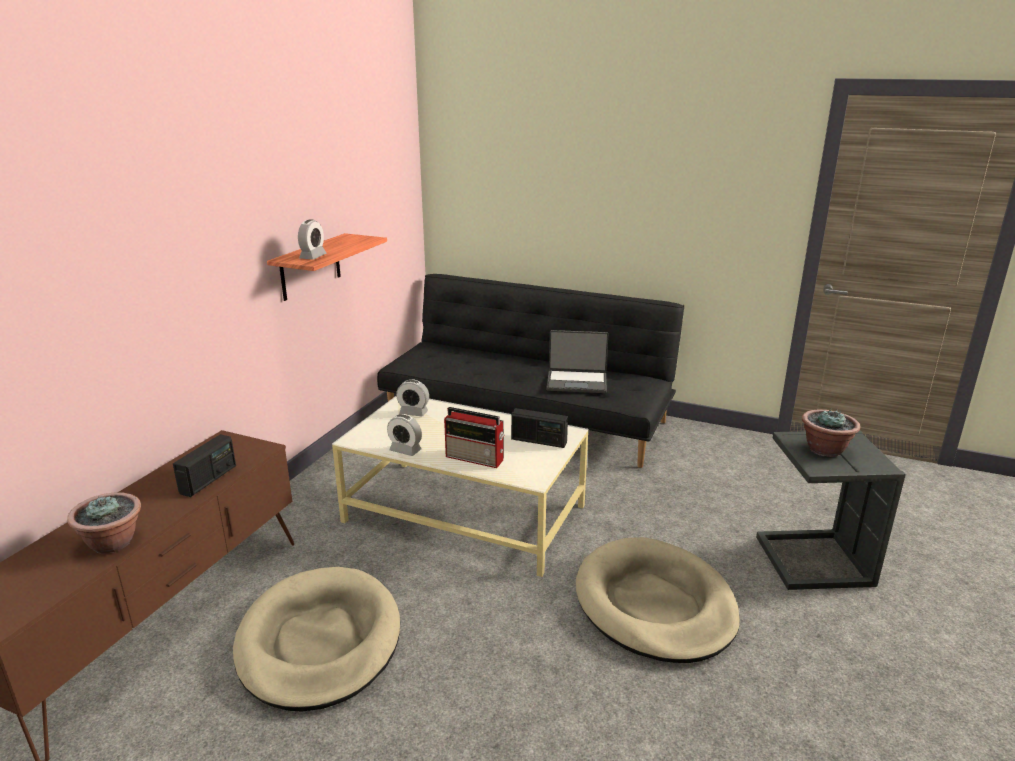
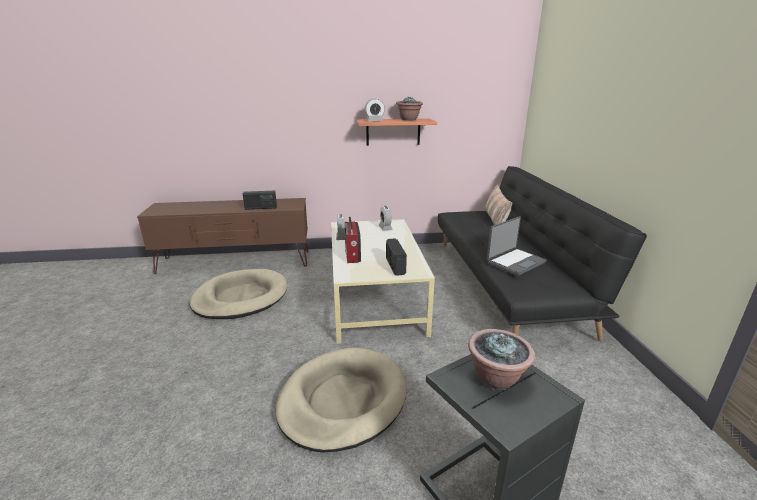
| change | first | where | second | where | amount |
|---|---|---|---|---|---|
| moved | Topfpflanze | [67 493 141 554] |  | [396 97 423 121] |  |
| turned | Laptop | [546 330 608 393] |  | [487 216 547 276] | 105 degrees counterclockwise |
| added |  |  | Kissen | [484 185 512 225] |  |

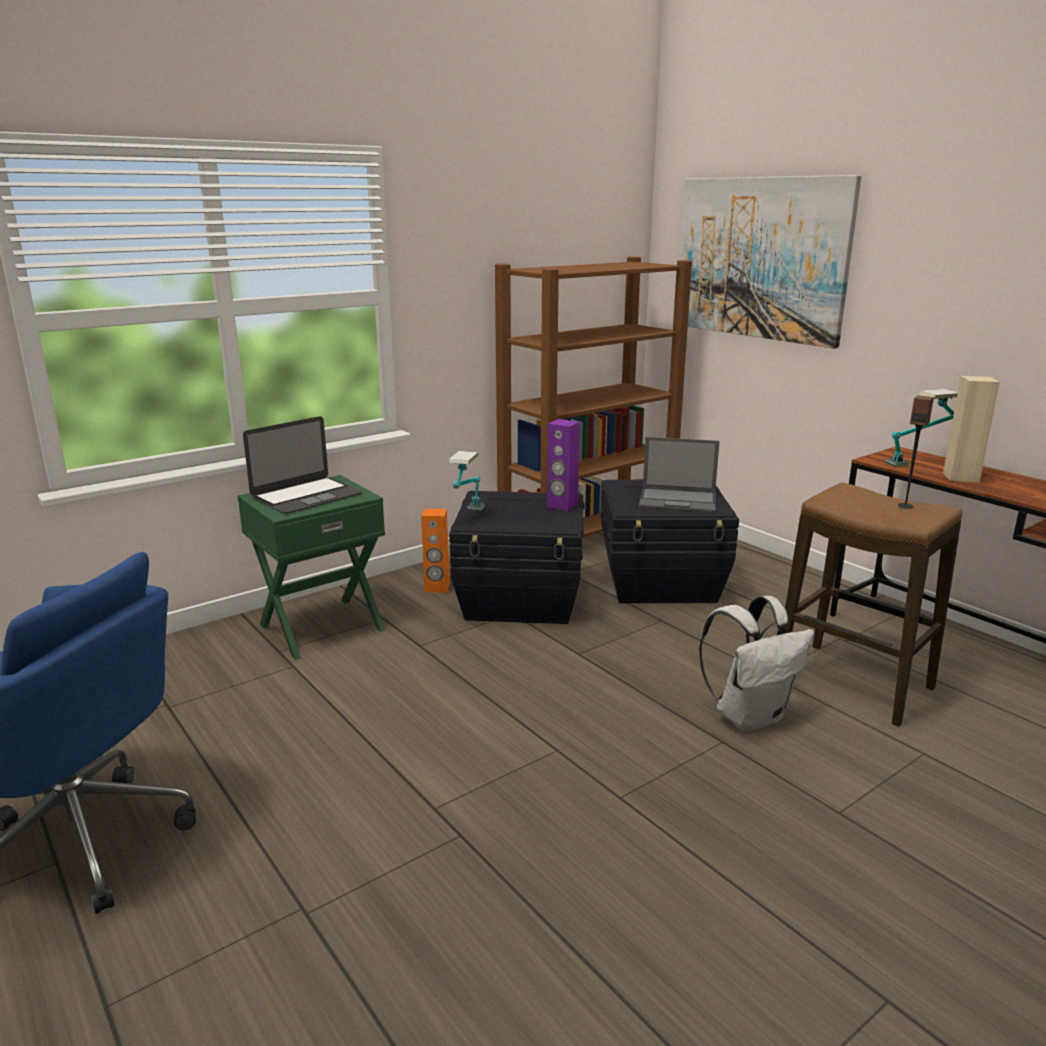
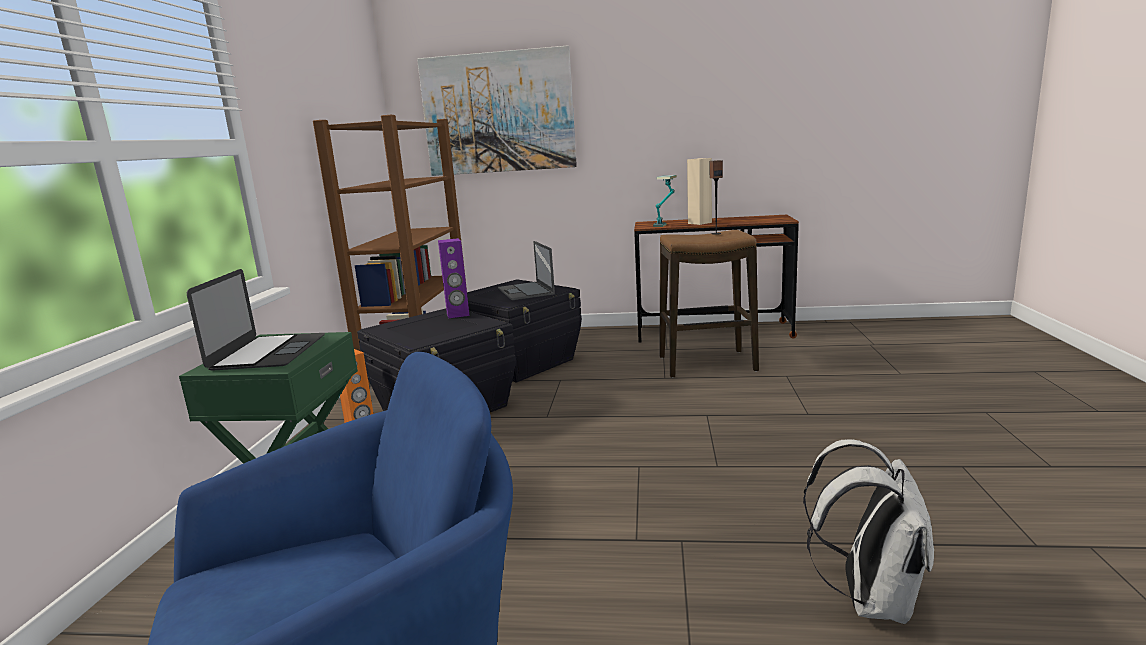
| change | first | where | second | where | amount |
|---|---|---|---|---|---|
| removed | Tischlampe | [449 451 485 511] |  |  |  |
| turned | Laptop | [639 437 720 513] |  | [498 241 555 300] | 105 degrees clockwise |
| moved | Rucksack [weiß] | [699 596 814 732] |  | [803 439 934 624] |  |

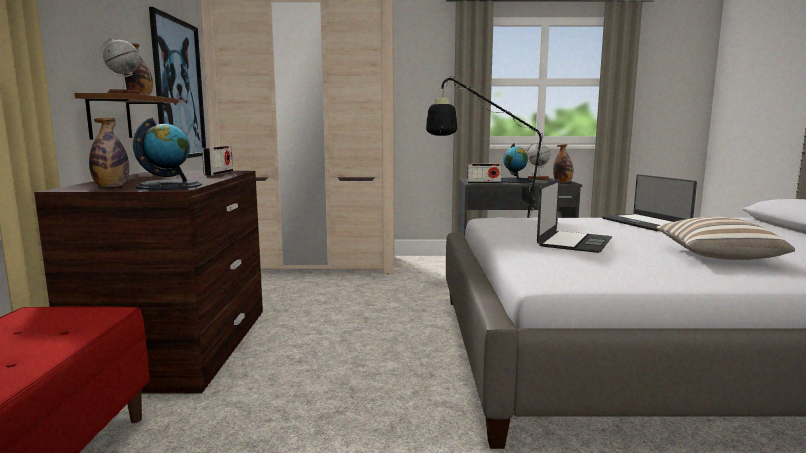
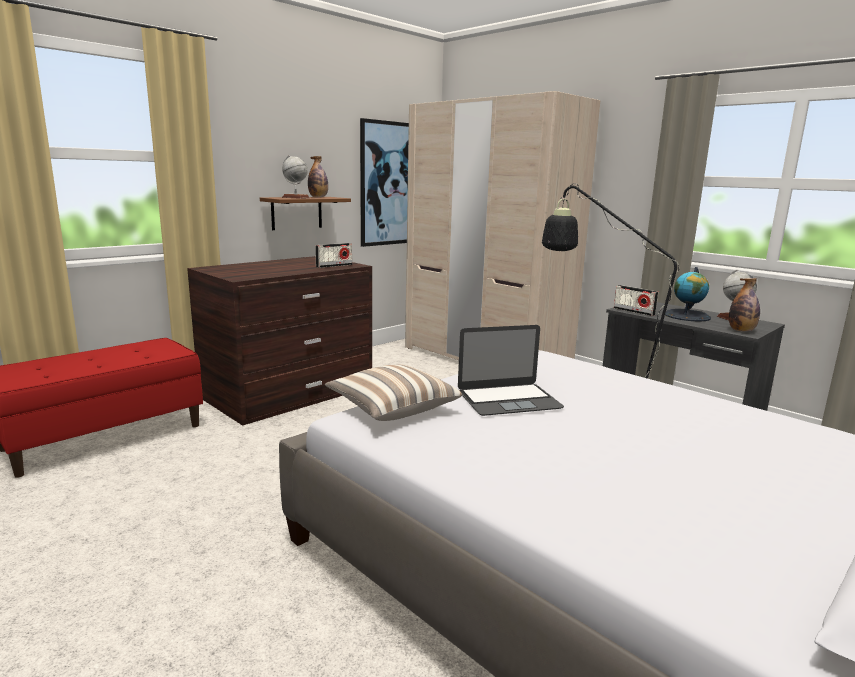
| change | first | where | second | where | amount |
|---|---|---|---|---|---|
| removed | Flasche | [89 118 129 187] |  |  |  |
| removed | Globus | [133 118 202 190] |  |  |  |
| removed | Laptop | [602 174 697 231] |  |  |  |
| moved | Kissen | [656 217 795 260] |  | [325 364 462 421] |  |

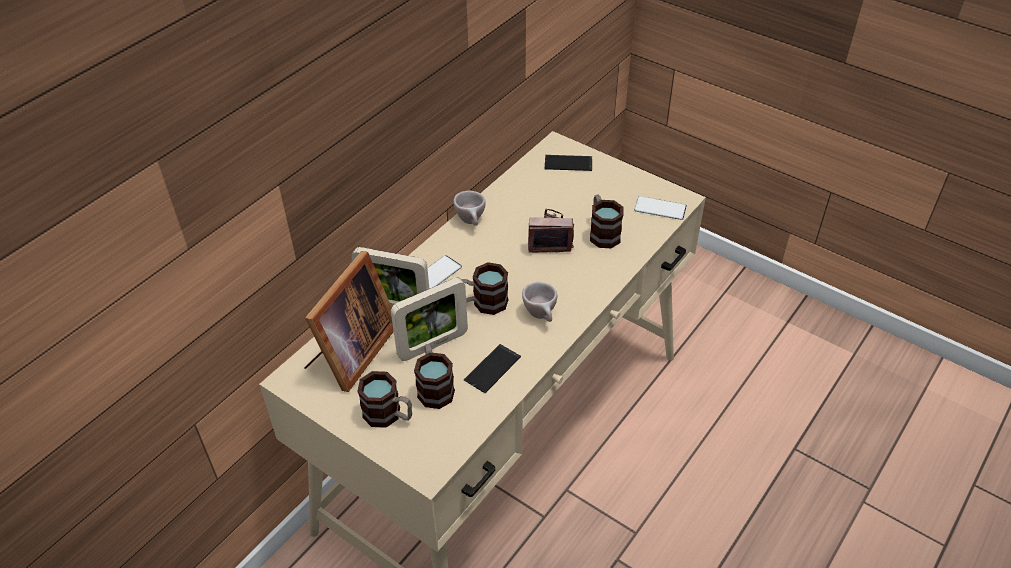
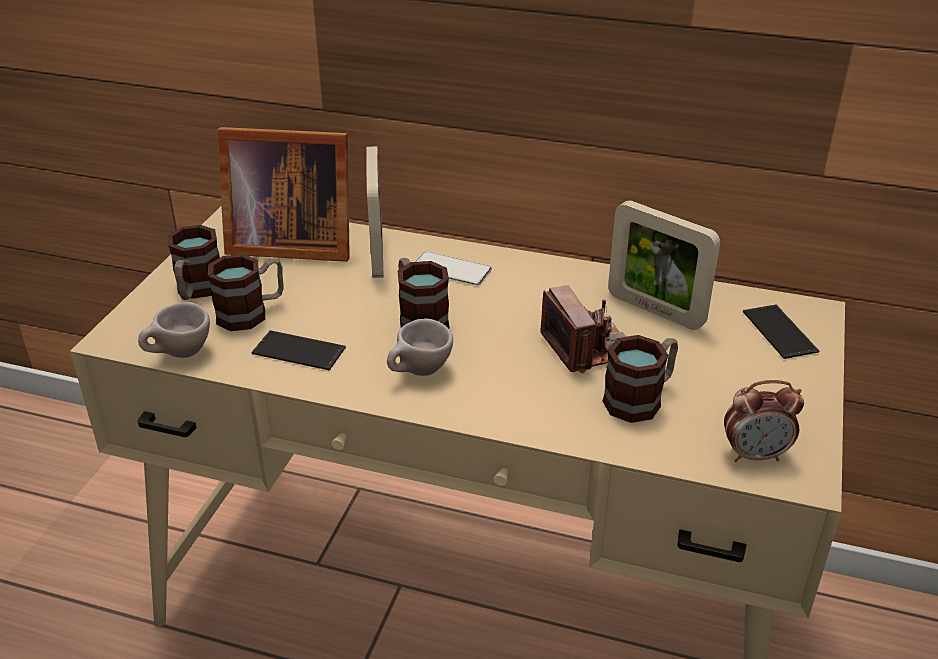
| change | first | where | second | where | amount |
|---|---|---|---|---|---|
| moved | Bilderrahmen | [391 278 468 361] |  | [608 200 720 330] |  |
| moved | Tasse [beige] | [453 191 485 226] |  | [138 302 210 358] |  |
| replaced | Handy | [634 196 687 220] | Wecker | [724 380 804 462] |  |

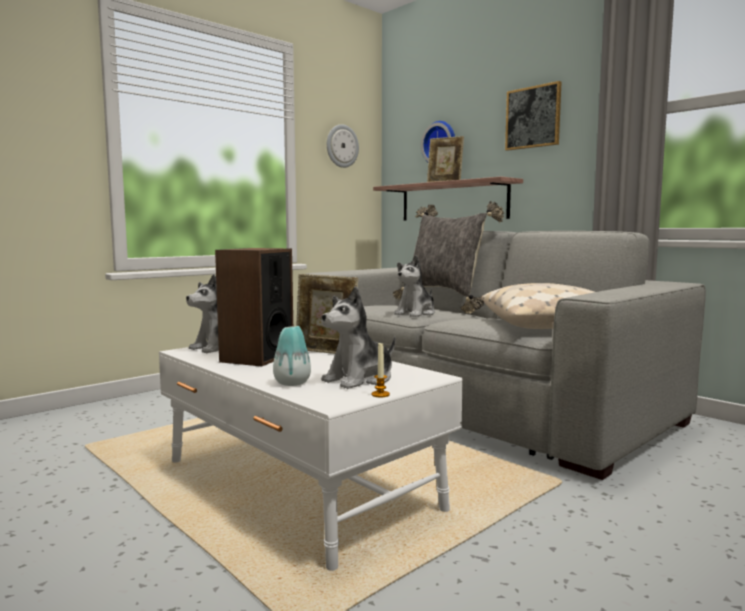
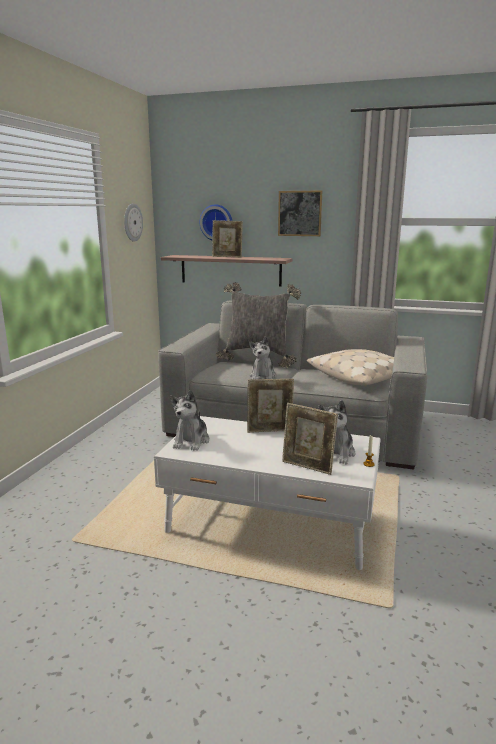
| change | first | where | second | where | amount |
|---|---|---|---|---|---|
| removed | Lautsprecher | [215 248 293 366] |  |  |  |
| replaced | Vase | [273 326 311 386] | Bilderrahmen | [282 403 338 475] |  |

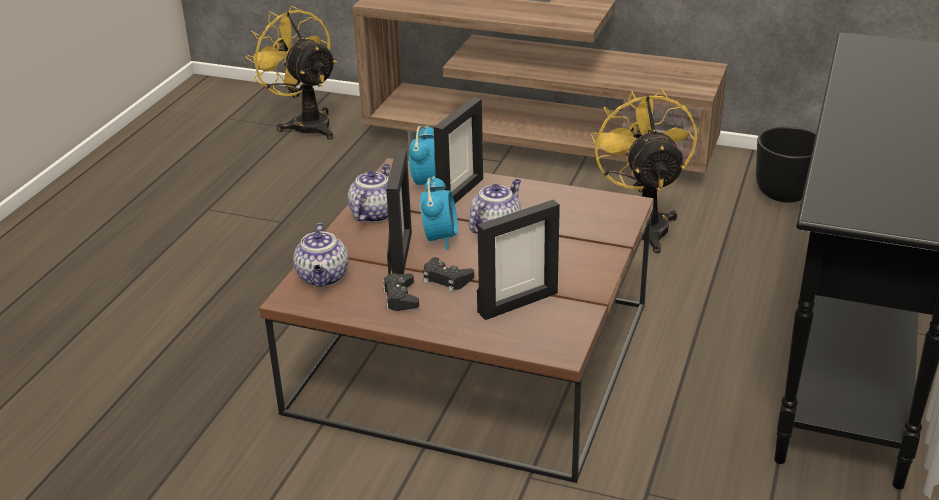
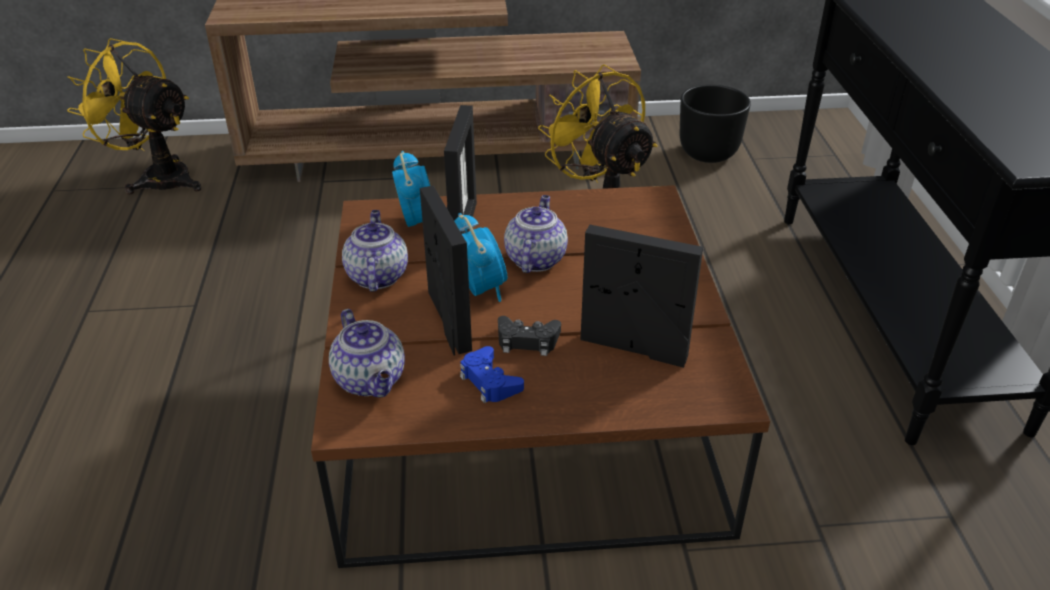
| change | first | where | second | where | amount |
|---|---|---|---|---|---|
| recoloured | Gamepad [schwarz] | [383 274 419 311] | Gamepad [blau] | [460 346 524 403] |  |
| turned | Bilderrahmen | [477 200 560 320] |  | [580 225 703 368] | 105 degrees counterclockwise |

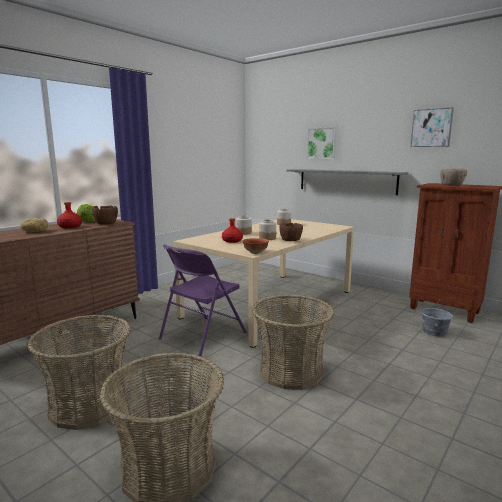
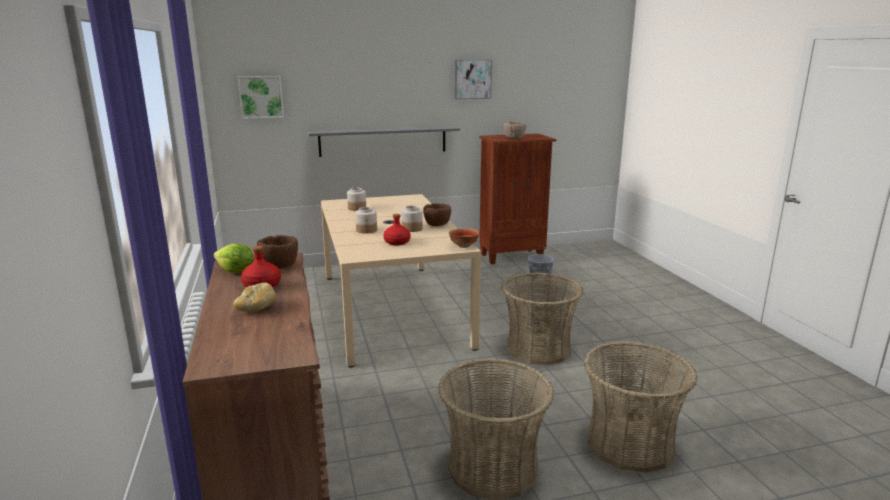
| change | first | where | second | where | amount |
|---|---|---|---|---|---|
| removed | Stuhl [lila] | [159 244 247 357] |  |  |  |
| moved | Bild | [307 127 337 159] |  | [238 76 284 119] |  |

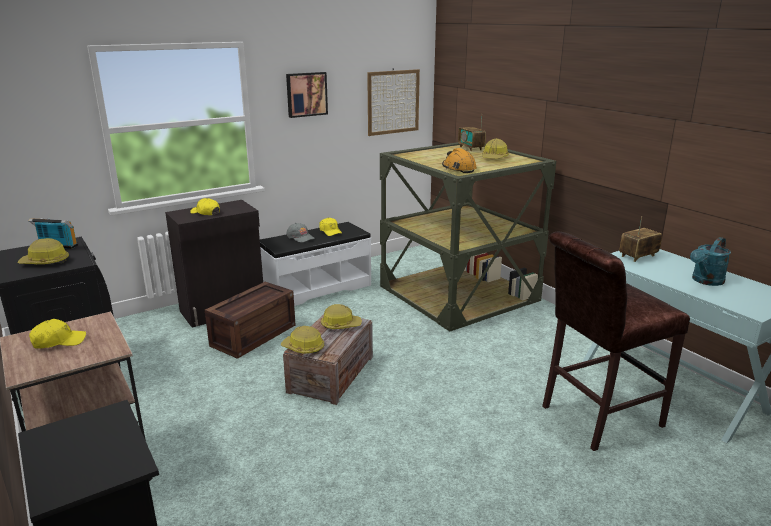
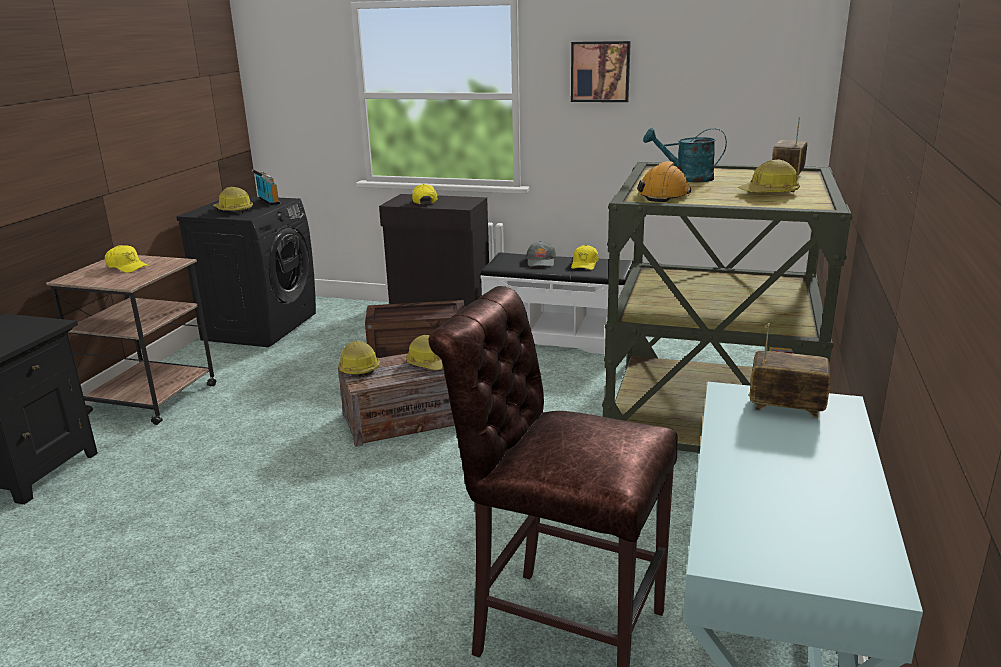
| change | first | where | second | where | amount |
|---|---|---|---|---|---|
| removed | Bild | [367 69 420 136] |  |  |  |
| moved | Gießkanne [türkis] | [690 237 731 286] |  | [643 128 727 182] |  |

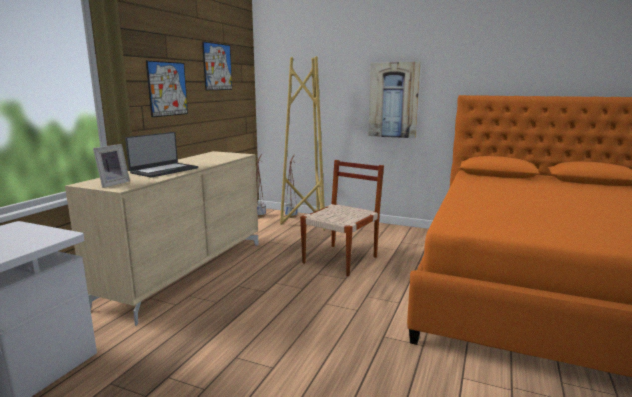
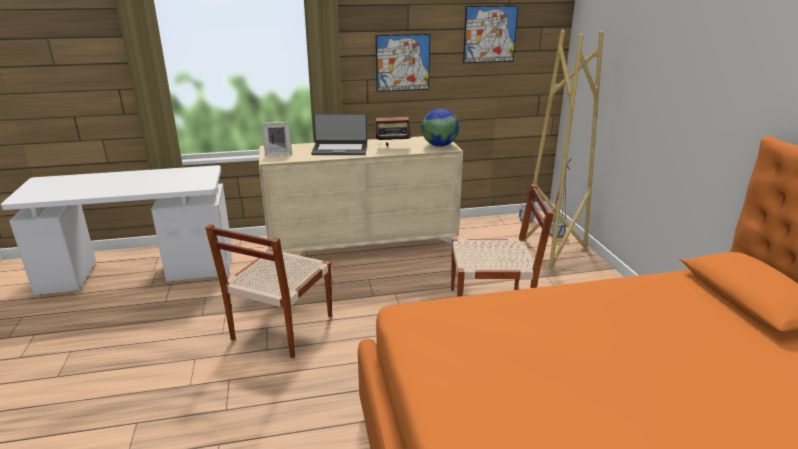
| change | first | where | second | where | amount |
|---|---|---|---|---|---|
| removed | Bild | [368 62 421 138] |  |  |  |
| added |  |  | Stuhl | [205 224 332 358] |  |
| added |  |  | Radio | [376 111 411 146] |  |
| added |  |  | Globus | [421 109 459 147] |  |

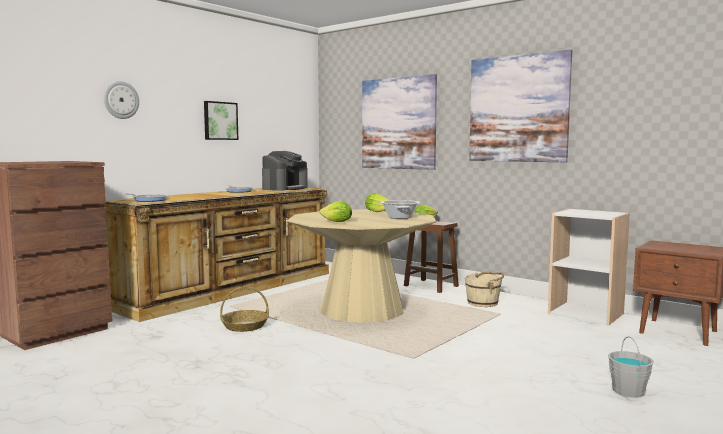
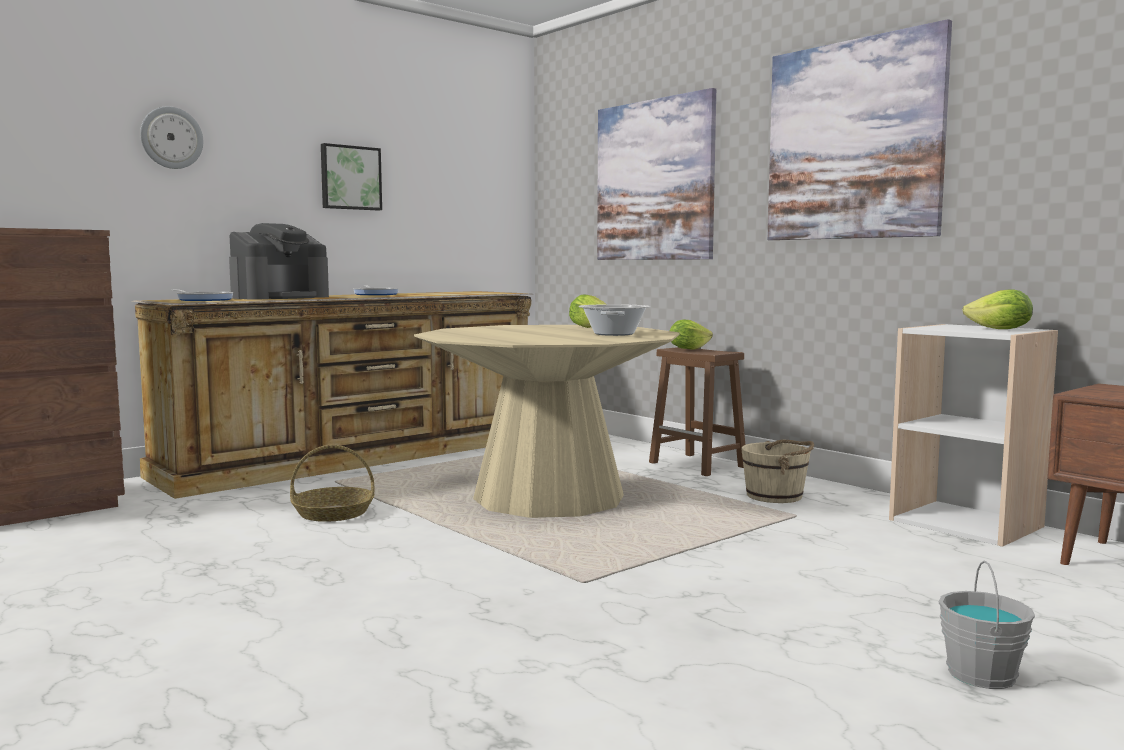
| change | first | where | second | where | amount |
|---|---|---|---|---|---|
| moved | Kaffeemaschine | [262 151 308 191] |  | [229 223 329 300] |  |
| moved | Salatkopf | [320 201 352 222] |  | [962 289 1033 329] |  |

